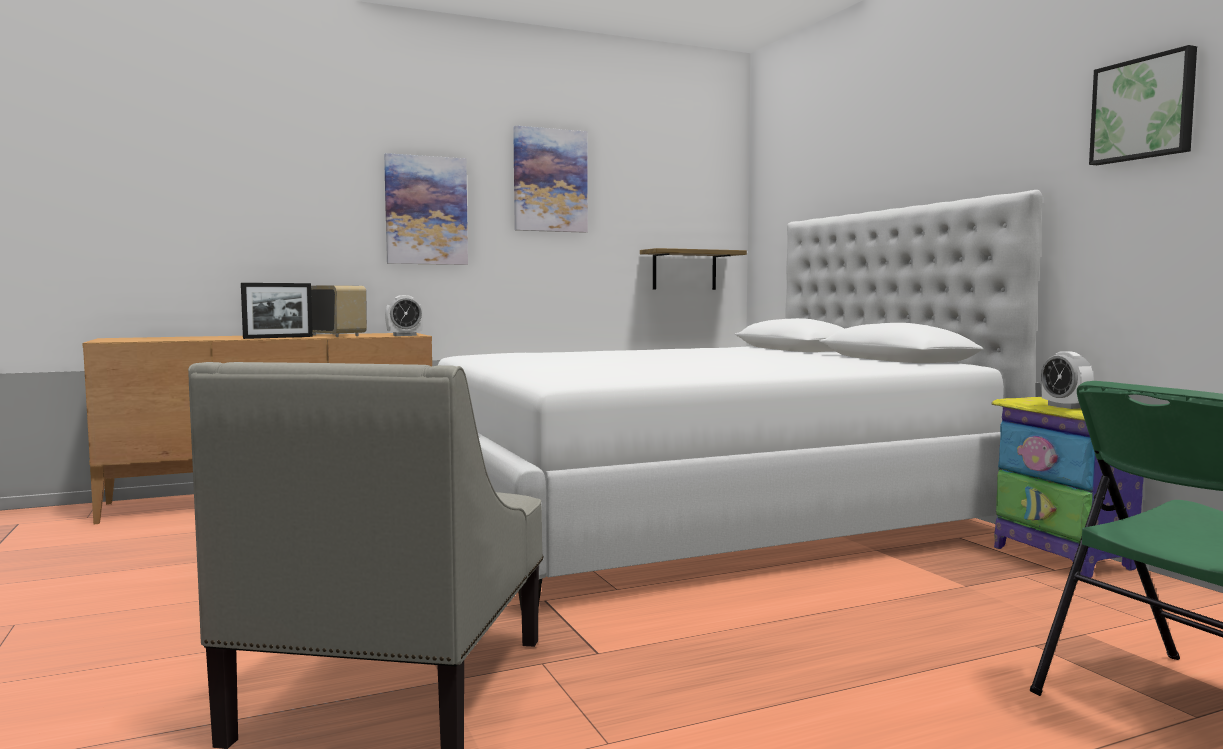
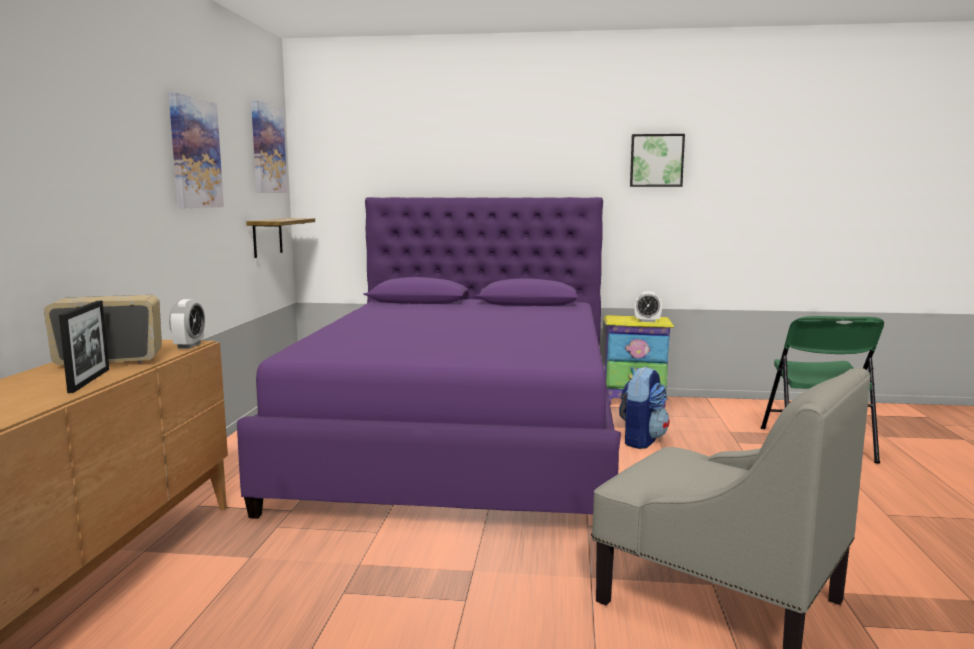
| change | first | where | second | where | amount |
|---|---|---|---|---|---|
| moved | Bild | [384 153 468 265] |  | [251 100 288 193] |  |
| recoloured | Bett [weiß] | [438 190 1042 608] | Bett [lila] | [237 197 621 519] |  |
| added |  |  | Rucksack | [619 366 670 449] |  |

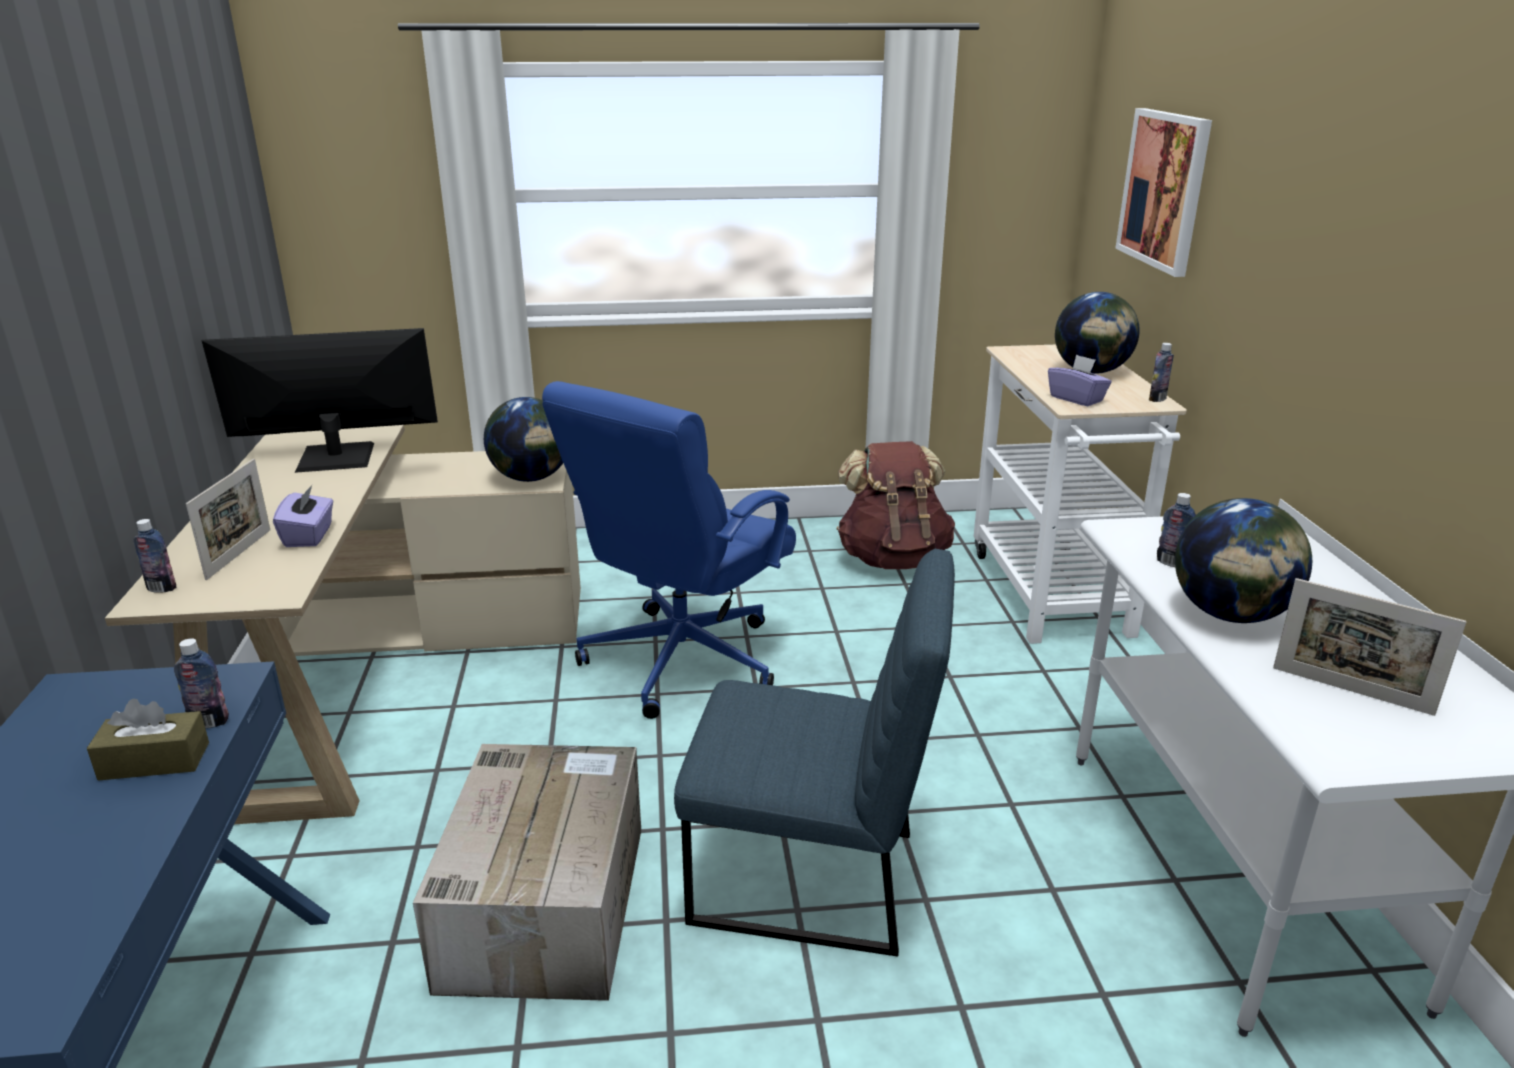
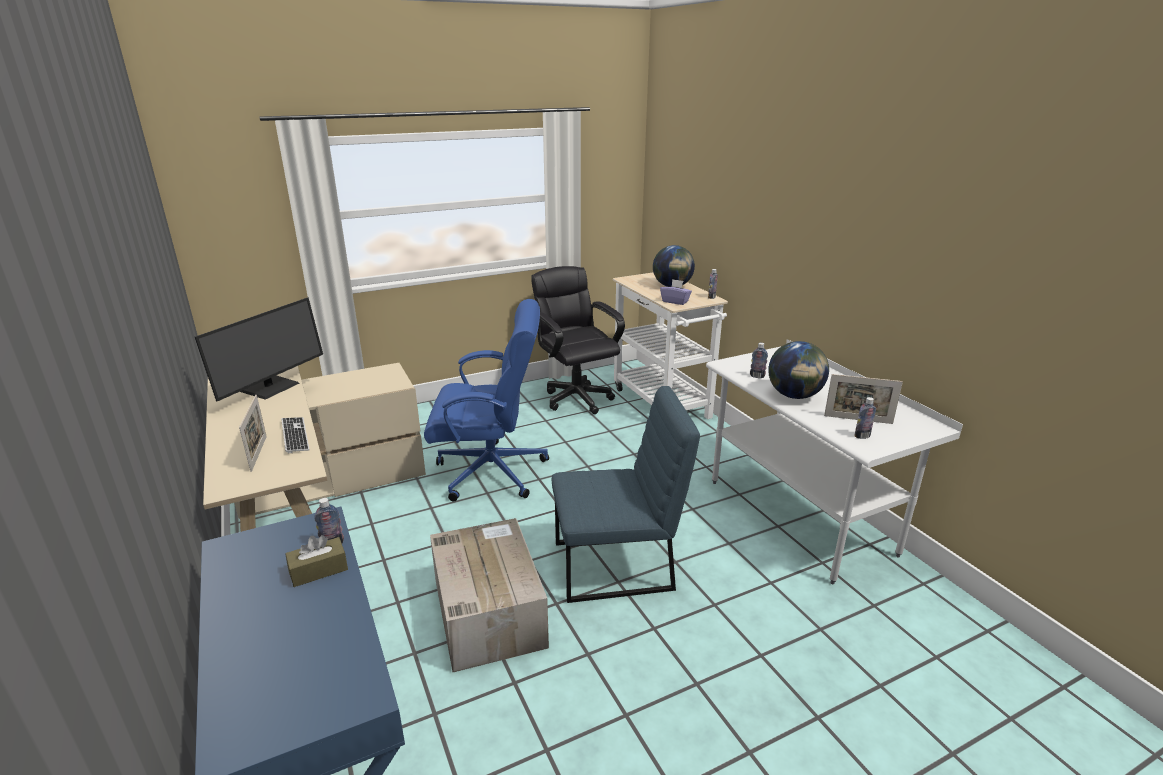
| change | first | where | second | where | amount |
|---|---|---|---|---|---|
| moved | Flasche | [133 519 176 593] |  | [854 397 876 439] |  |
| turned | Monitor | [202 328 438 473] |  | [195 297 323 401] | 150 degrees clockwise |
| replaced | Taschentuchbox [lila] | [273 485 333 547] | Tastatur | [281 417 309 453] |  |
| removed | Globus | [484 397 563 482] |  |  |  |
| turned | Bürostuhl [blau] | [542 381 796 719] |  | [424 299 549 501] | 105 degrees counterclockwise |
| replaced | Rucksack [braun] | [836 441 955 569] | Bürostuhl [schwarz] | [531 266 625 414] |  |
| removed | Bild | [1115 108 1212 277] |  |  |  |

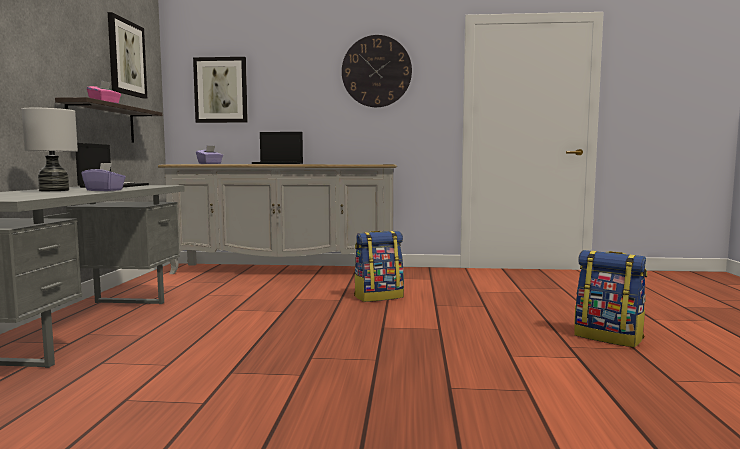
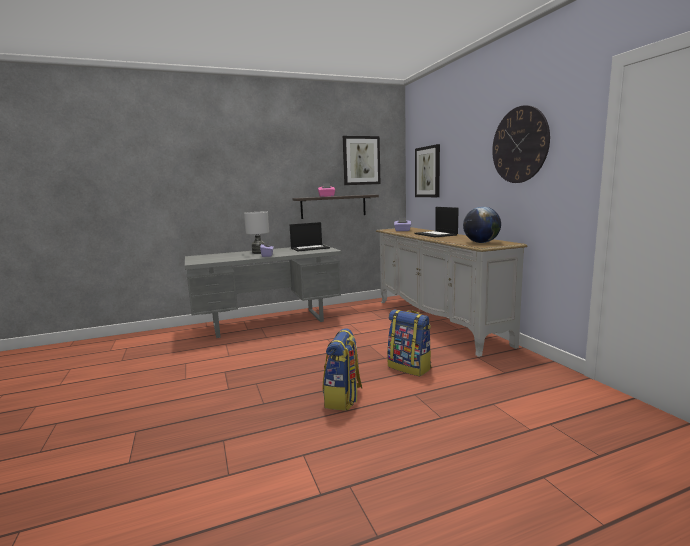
| change | first | where | second | where | amount |
|---|---|---|---|---|---|
| moved | Rucksack | [574 250 647 347] |  | [323 328 362 411] |  |
| added |  |  | Globus | [463 207 501 243] |  |

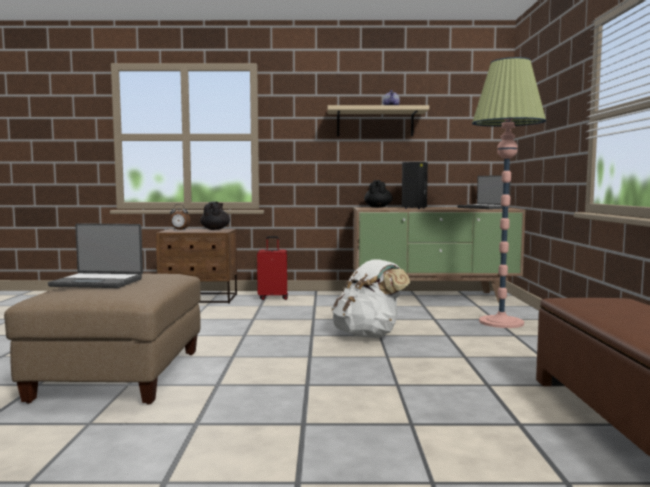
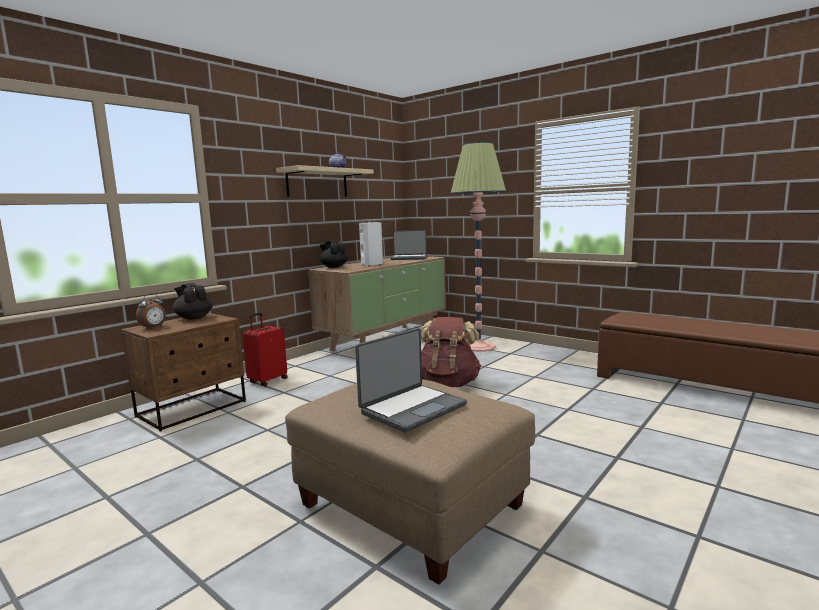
| change | first | where | second | where | amount |
|---|---|---|---|---|---|
| recoloured | Rucksack [weiß] | [331 260 410 338] | Rucksack [braun] | [421 317 481 387] |  |
| recoloured | Lautsprecher [schwarz] | [402 162 428 209] | Lautsprecher [weiß] | [359 222 383 266] |  |

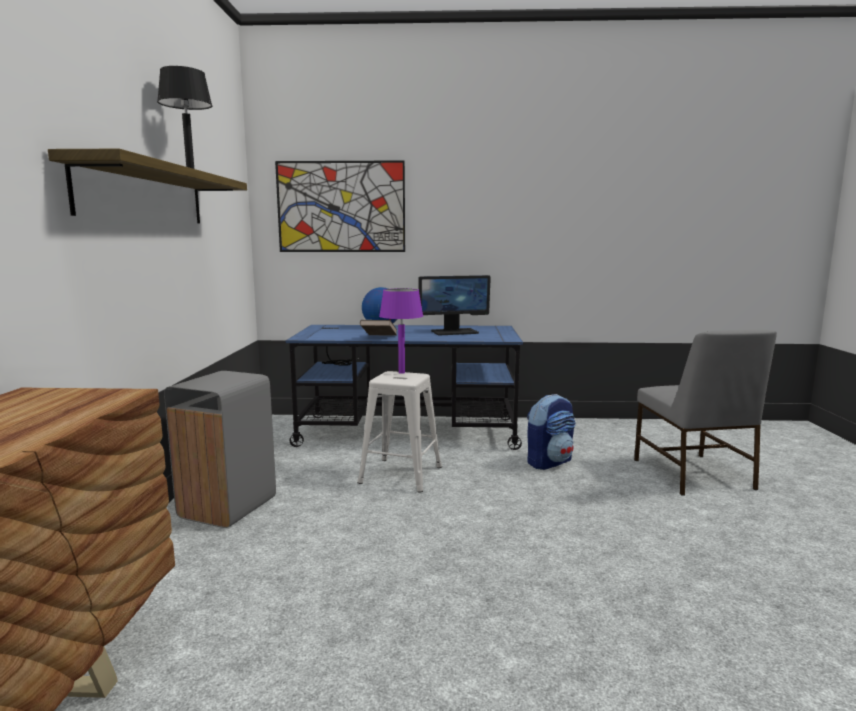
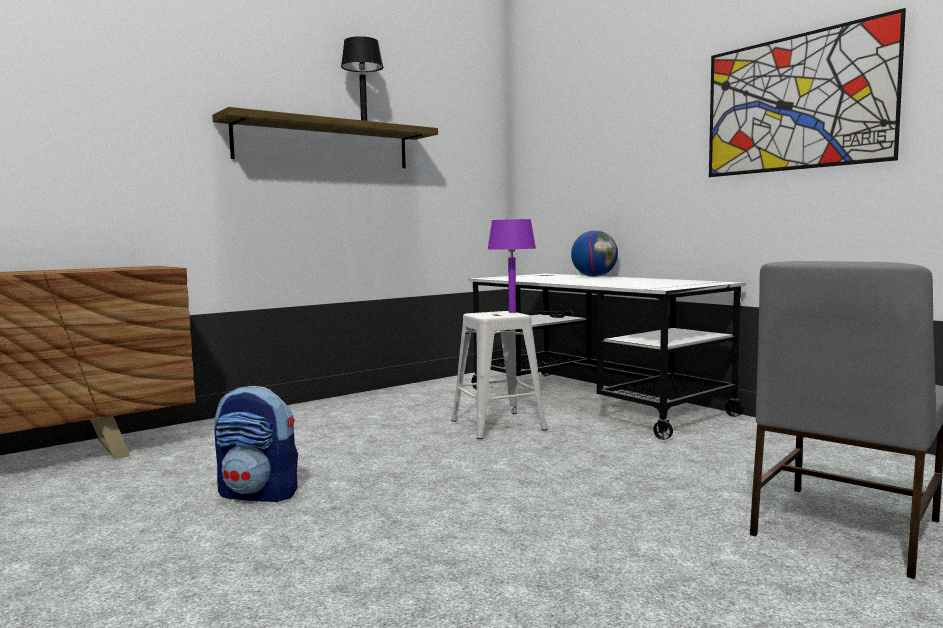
| change | first | where | second | where | amount |
|---|---|---|---|---|---|
| removed | Mülleimer [grau] | [164 371 276 528] |  |  |  |
| moved | Bild | [275 160 405 252] |  | [709 8 906 177] |  |
| recoloured | Schreibtisch [blau] | [285 325 523 450] | Schreibtisch [weiß] | [468 274 746 440] |  |
| removed | Buch [braun] | [360 320 397 336] |  |  |  |
| removed | Monitor | [419 275 491 335] |  |  |  |
| moved | Rucksack | [527 394 576 470] |  | [215 386 298 503] |  |

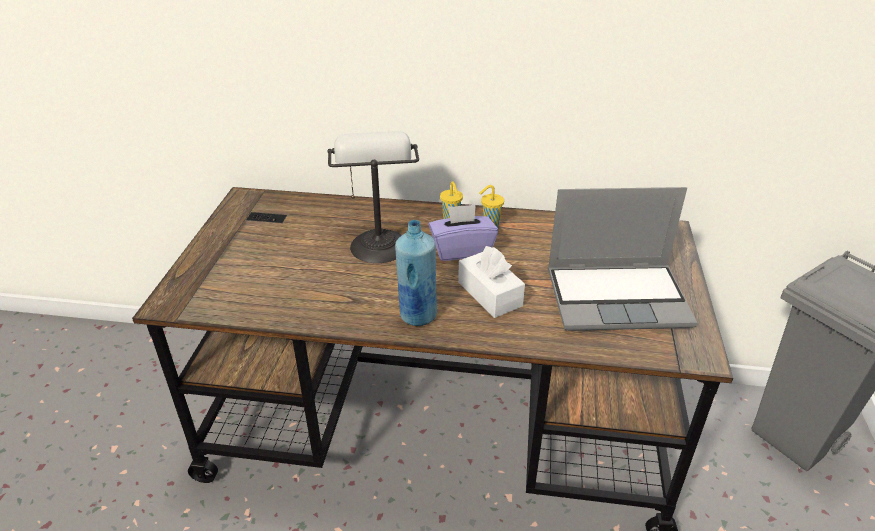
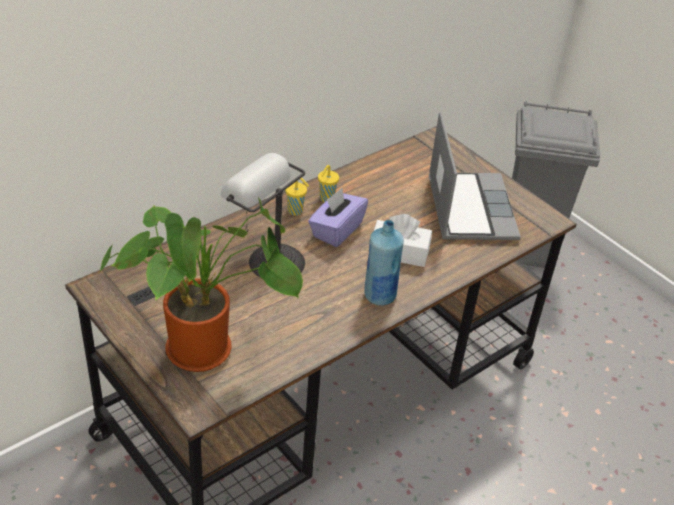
| change | first | where | second | where | amount |
|---|---|---|---|---|---|
| turned | Laptop | [548 187 697 331] |  | [429 112 521 240] | 45 degrees counterclockwise |
| added |  |  | Topfpflanze | [99 197 303 372] |  |

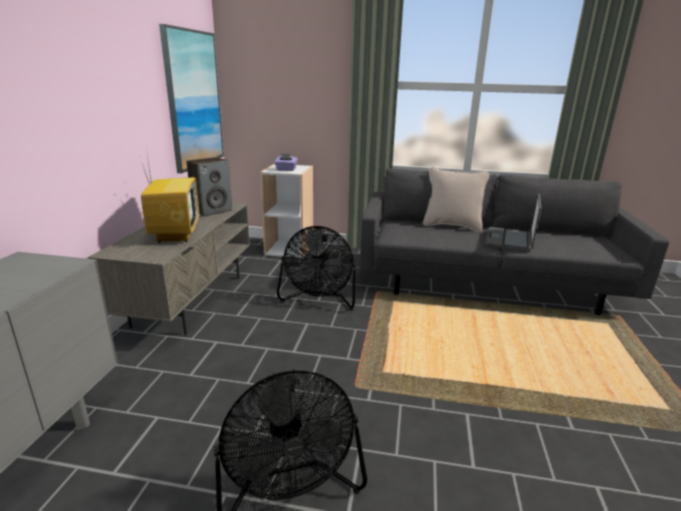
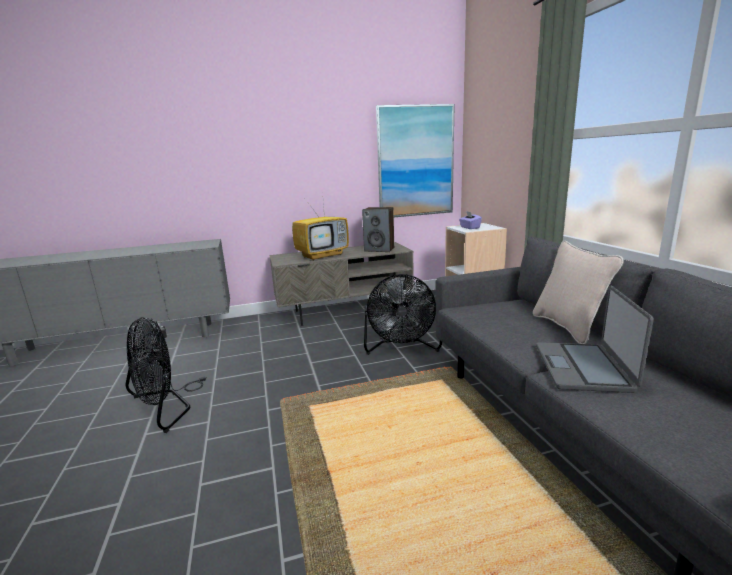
| change | first | where | second | where | amount |
|---|---|---|---|---|---|
| turned | Ventilator [schwarz] | [277 226 356 311] |  | [364 274 442 355] | 75 degrees counterclockwise |
| turned | Laptop | [485 193 542 252] |  | [536 286 654 393] | 75 degrees counterclockwise |

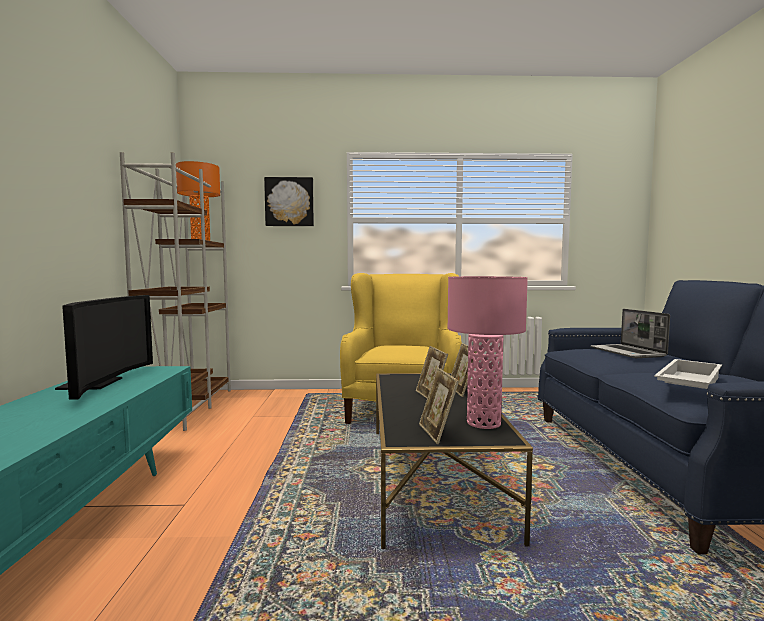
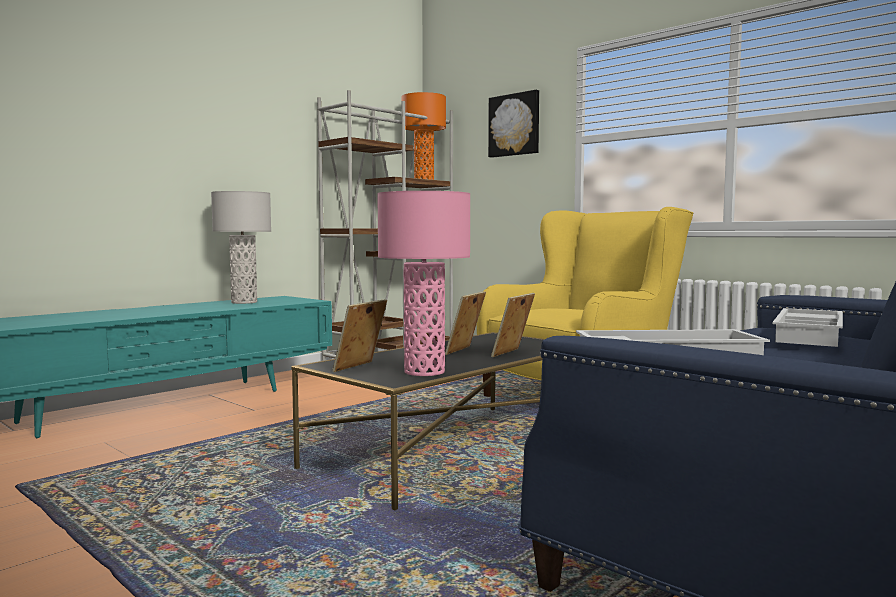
| change | first | where | second | where | amount |
|---|---|---|---|---|---|
| replaced | Fernseher | [55 295 153 400] | Tischlampe [weiß] | [211 191 271 304] |  |
| replaced | Laptop | [590 309 670 358] | Tablett [weiß] | [772 308 843 347] |  |

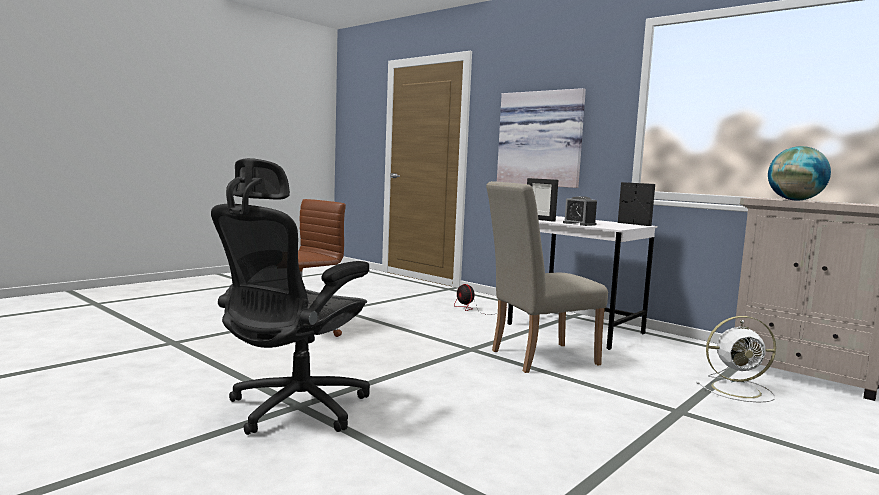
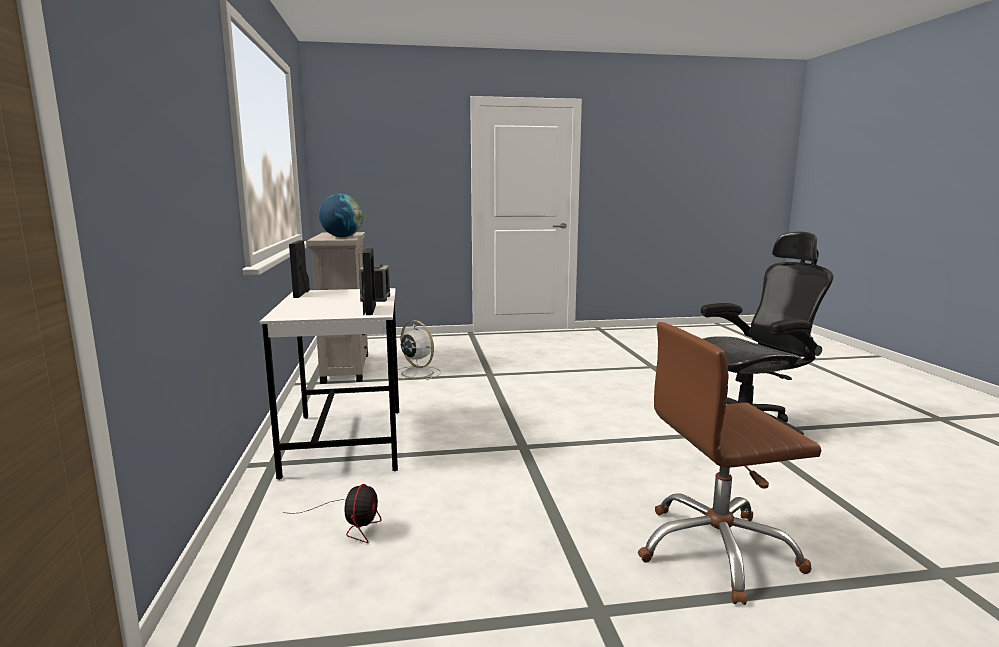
| change | first | where | second | where | amount |
|---|---|---|---|---|---|
| removed | Stuhl [beige] | [486 181 608 373] |  |  |  |
| removed | Bild | [497 88 586 188] |  |  |  |

